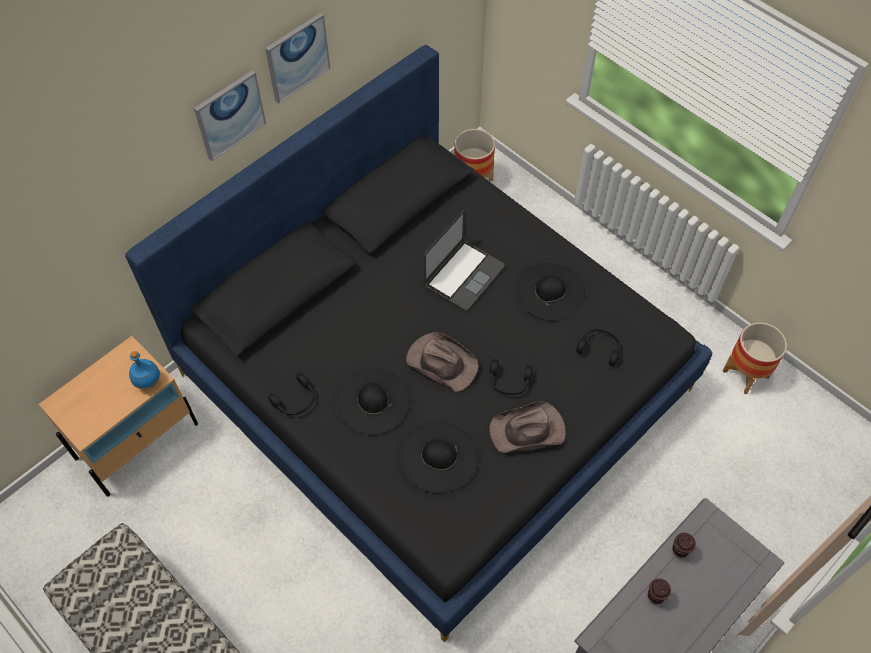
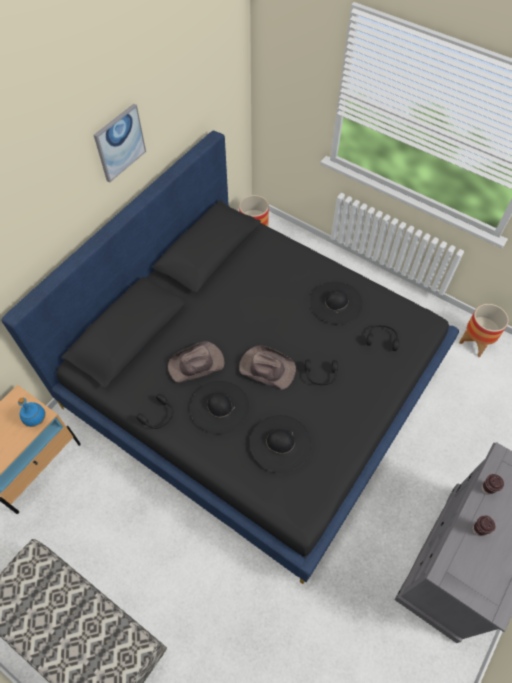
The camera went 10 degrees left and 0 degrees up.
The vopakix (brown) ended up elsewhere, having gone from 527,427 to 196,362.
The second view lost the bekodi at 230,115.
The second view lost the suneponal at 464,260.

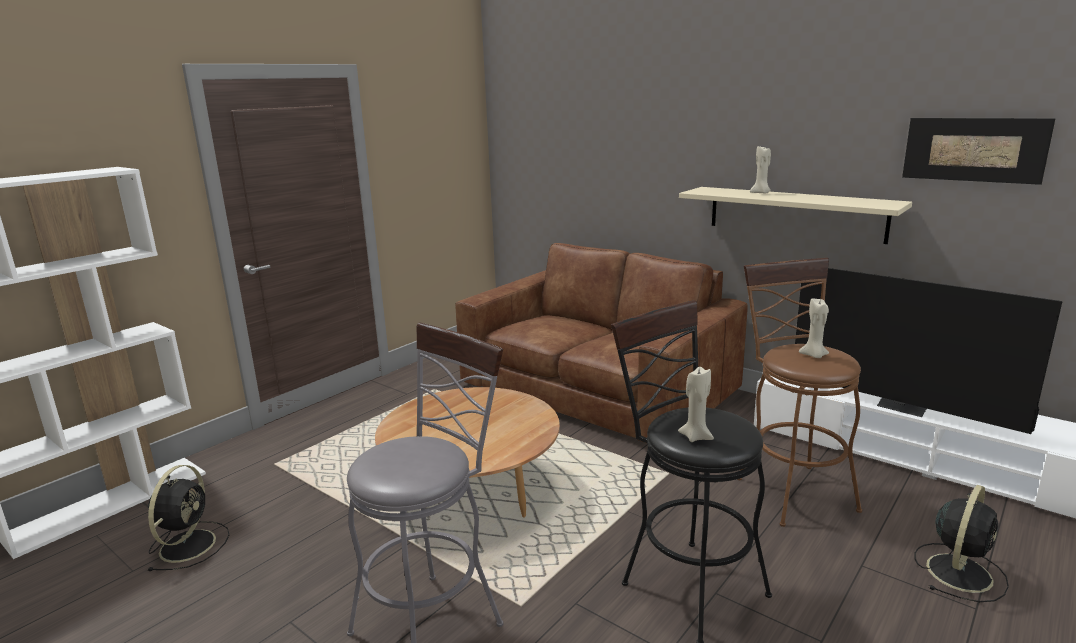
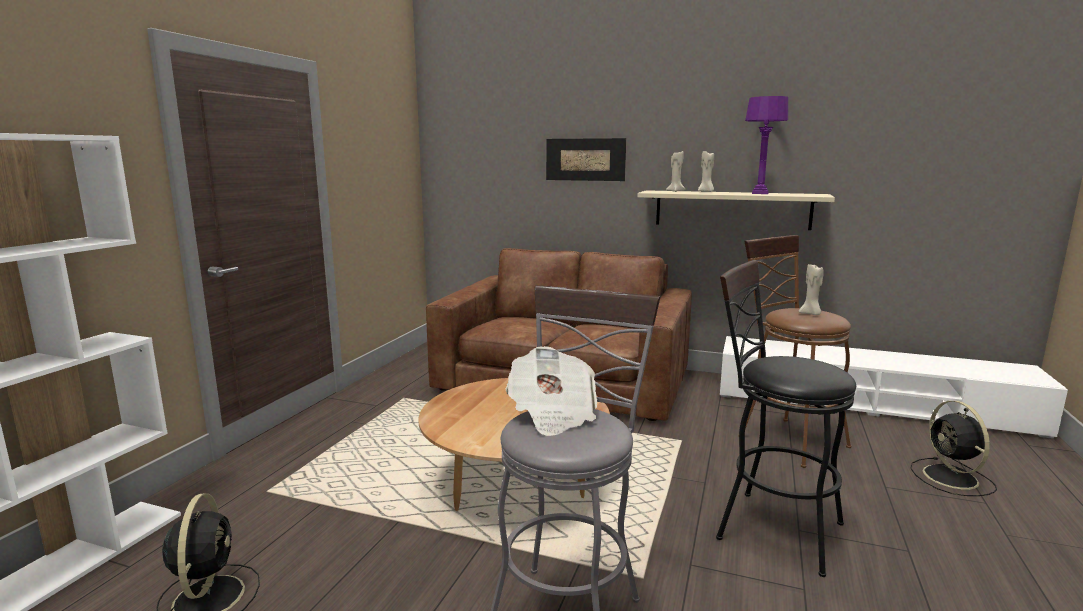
The camera went 20 degrees left and 5 degrees down.
The second view gained the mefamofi at 551,391.
The bekodi ended up elsewhere, having gone from 978,151 to 586,159.
The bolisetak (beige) ended up elsewhere, having gone from 696,404 to 676,171.
The second view gained the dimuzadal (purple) at 766,145.
The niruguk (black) at 961,543 ended up facing another way, 150 degrees clockwise from before.
The second view lost the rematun at 929,351.

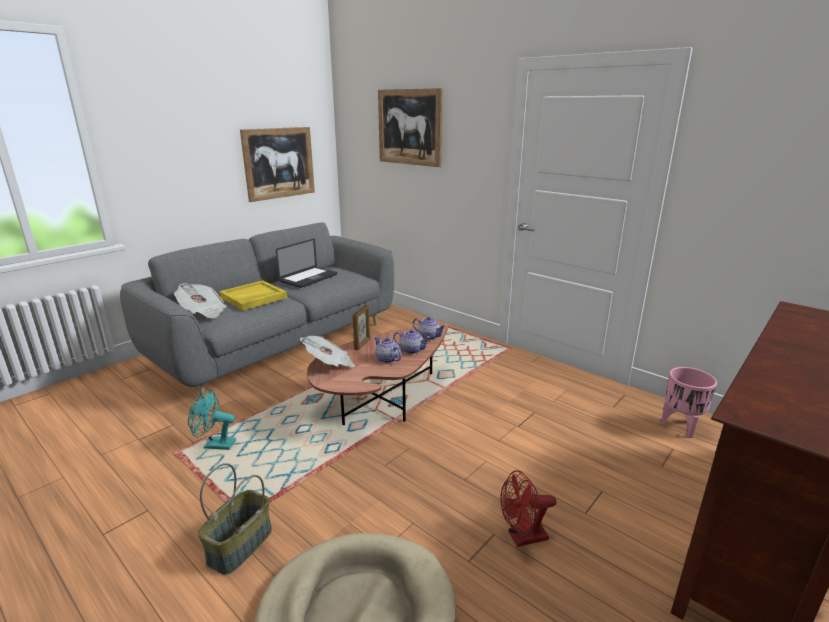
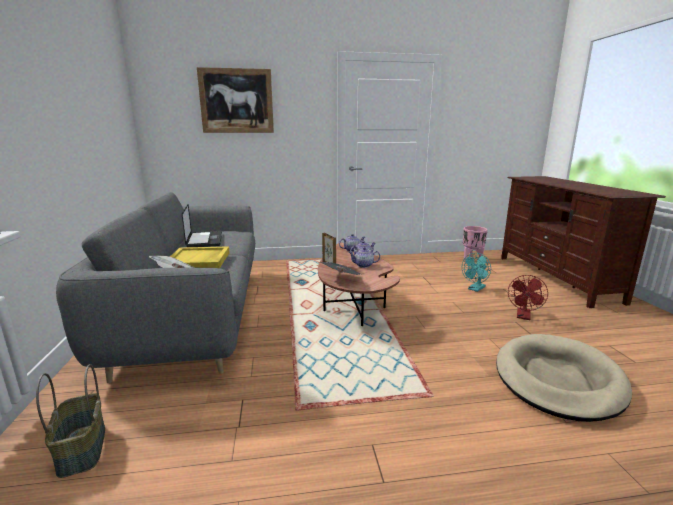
The camera went 50 degrees left and 5 degrees down.
The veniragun ended up elsewhere, having gone from 235,519 to 70,421.
The niruguk (turquoise) ended up elsewhere, having gone from 212,420 to 476,272.
The second view lost the bekodi at 277,164.

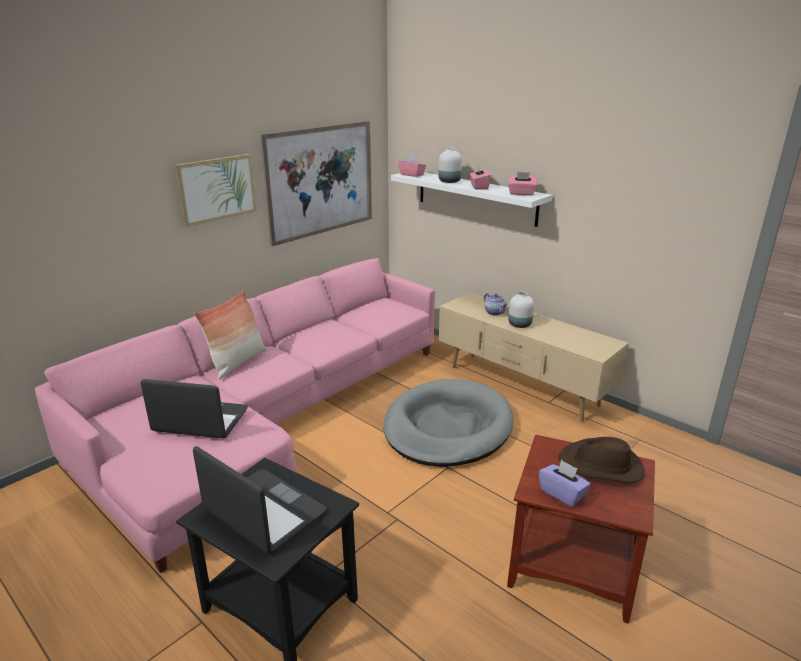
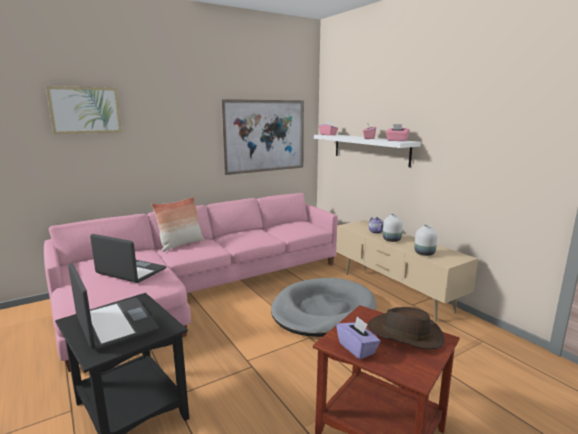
The camera went 15 degrees right and 10 degrees down.
The bekodi ended up elsewhere, having gone from 215,190 to 84,110.
The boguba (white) ended up elsewhere, having gone from 450,165 to 425,240.

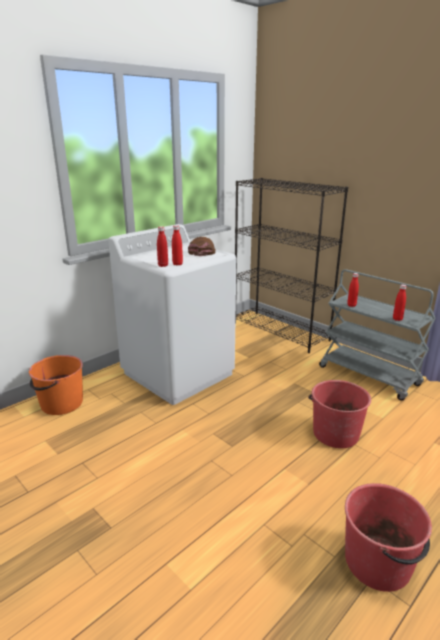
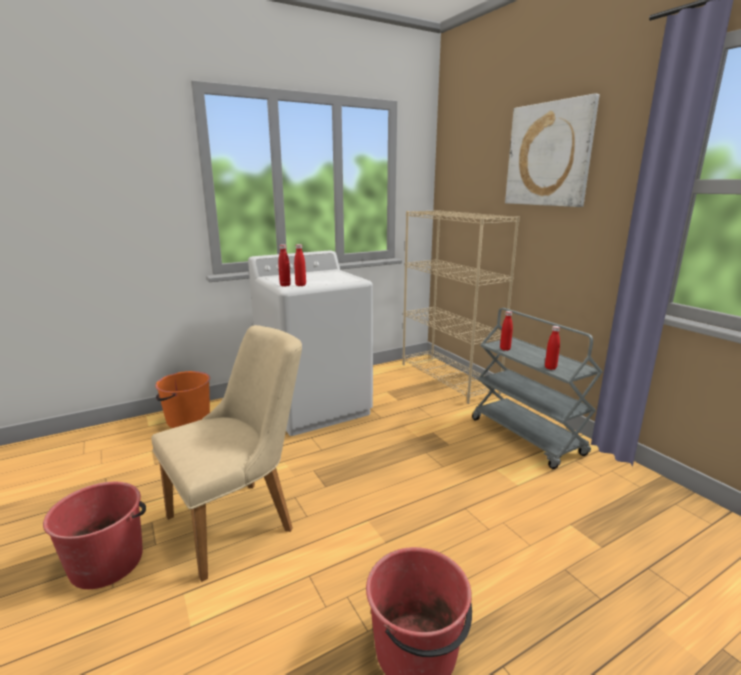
The camera went 15 degrees right and 5 degrees down.
The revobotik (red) ended up elsewhere, having gone from 339,414 to 94,535.
The second view gained the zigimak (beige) at 226,453.
What was the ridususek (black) at 291,265 turned into the ridususek (beige) at 461,307.
The second view gained the bekodi at 552,150.
The second view lost the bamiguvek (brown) at 201,246.

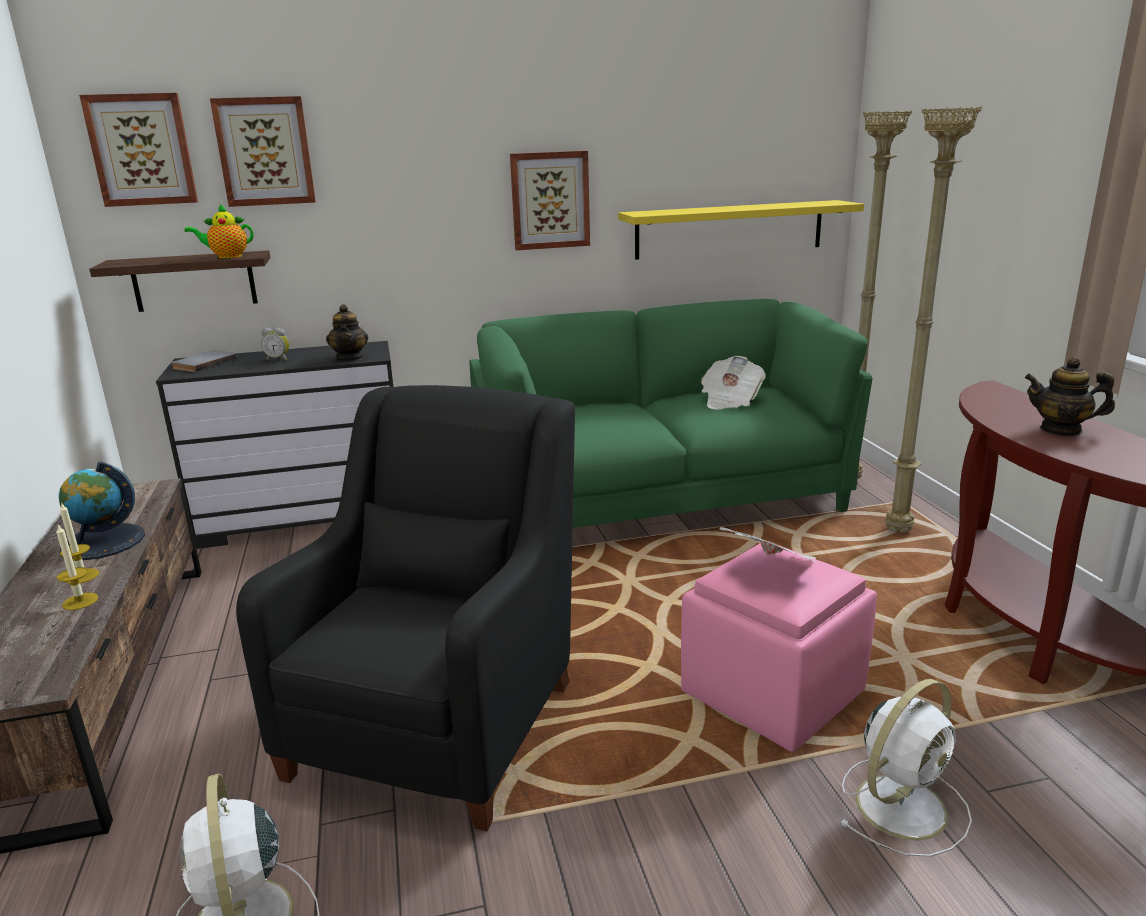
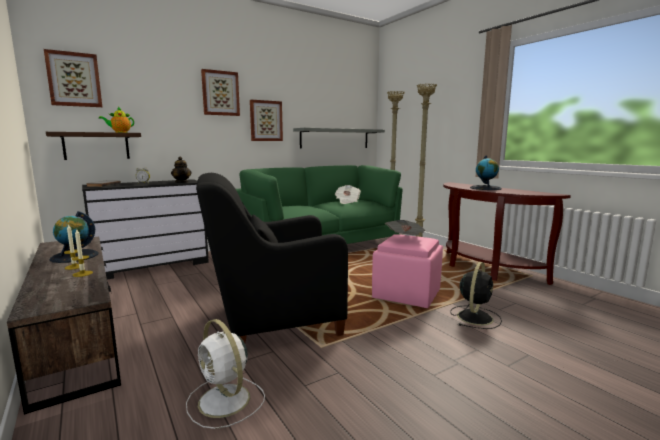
The camera went 20 degrees left and 10 degrees down.
The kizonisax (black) at 405,608 ended up facing another way, 105 degrees counterclockwise from before.
The bekodi ended up elsewhere, having gone from 263,151 to 220,92.
What was the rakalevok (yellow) at 741,230 turned into the rakalevok (grey) at 339,138.
What was the niruguk (white) at 905,768 turned into the niruguk (black) at 476,295.
Where the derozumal stood at 1069,396, the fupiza came to stand at 486,172.

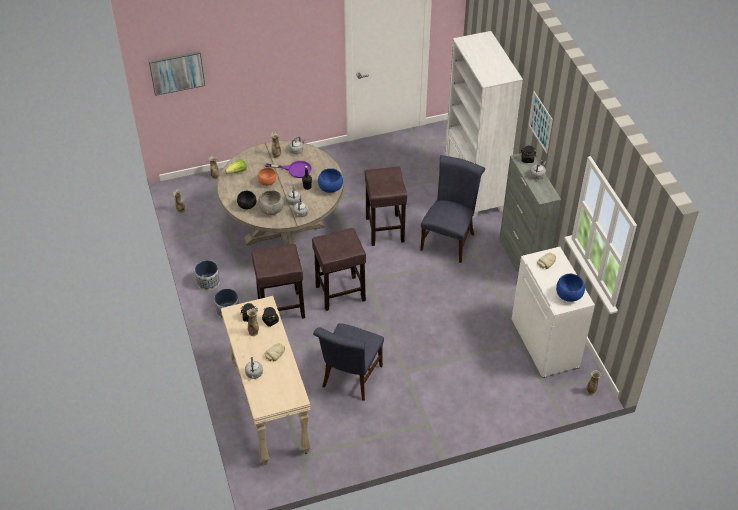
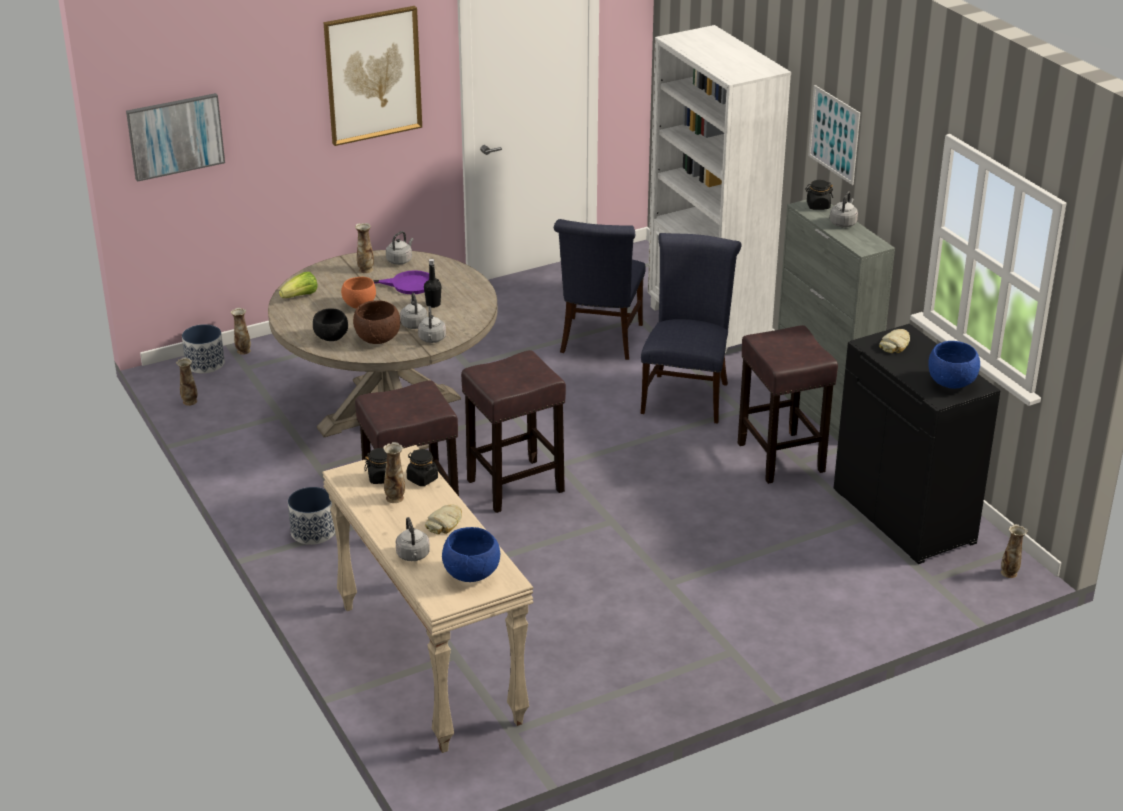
The camera went 10 degrees left and 15 degrees down.
The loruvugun ended up elsewhere, having gone from 207,275 to 203,348.
The second view gained the bekodi at 372,76.
What was the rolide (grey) at 271,202 turned into the rolide (brown) at 377,322.
The rolide (blue) ended up elsewhere, having gone from 330,180 to 471,554.
The zigimak (blue) ended up elsewhere, having gone from 348,362 to 600,289.
The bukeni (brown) ended up elsewhere, having gone from 386,206 to 788,404.
What was the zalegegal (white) at 553,312 turned into the zalegegal (black) at 917,444.

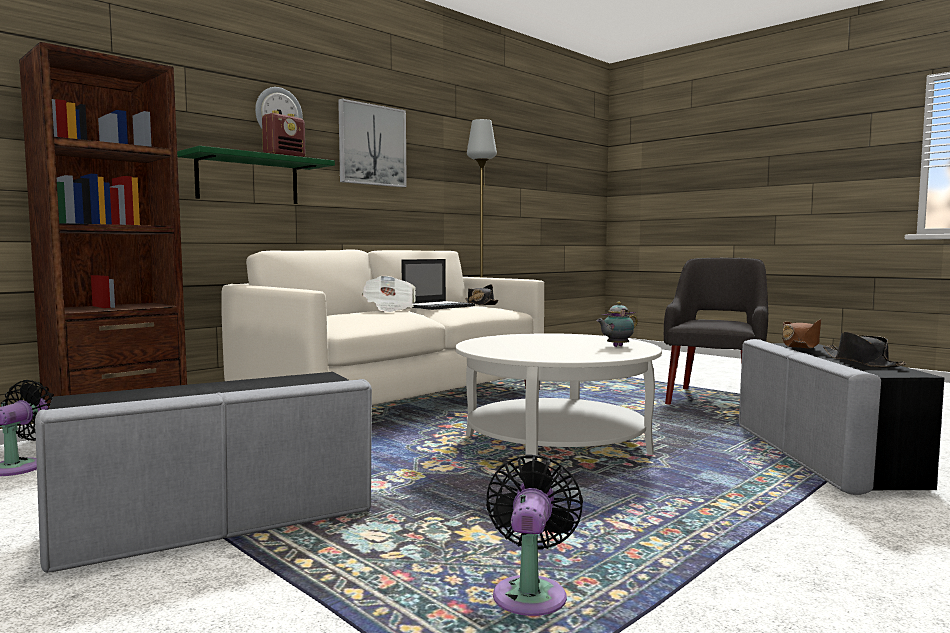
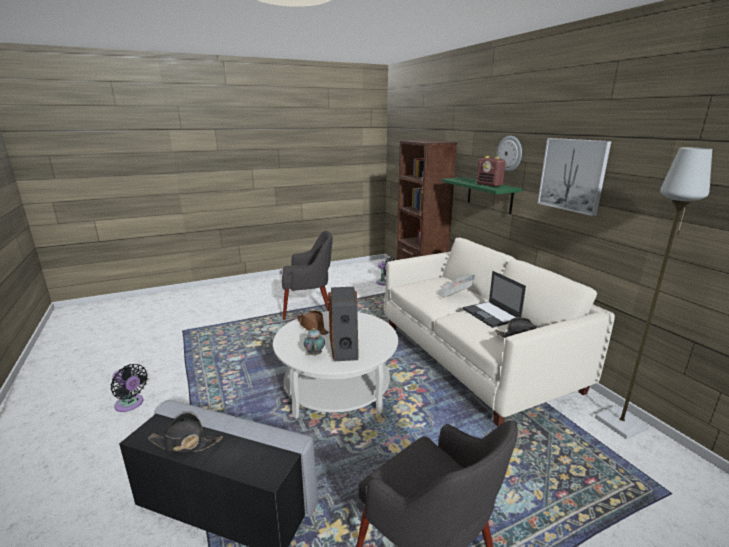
The camera went 110 degrees right and 15 degrees up.
The niruguk (black) ended up elsewhere, having gone from 534,535 to 129,388.
Where the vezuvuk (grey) stood at 203,472, the kizonisax (grey) came to stand at 307,275.
The vopakix (brown) ended up elsewhere, having gone from 801,334 to 312,322.
The second view gained the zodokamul at 343,324.

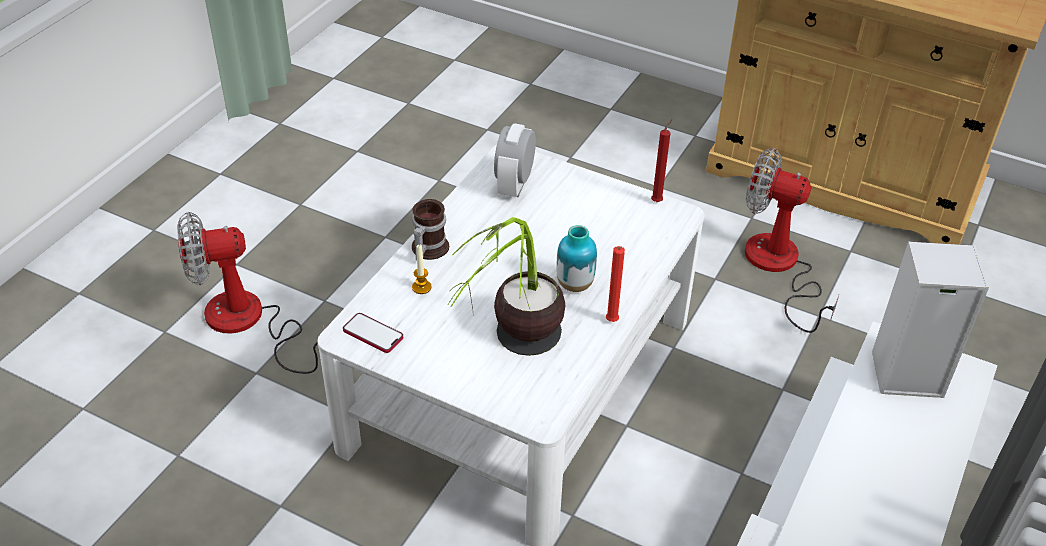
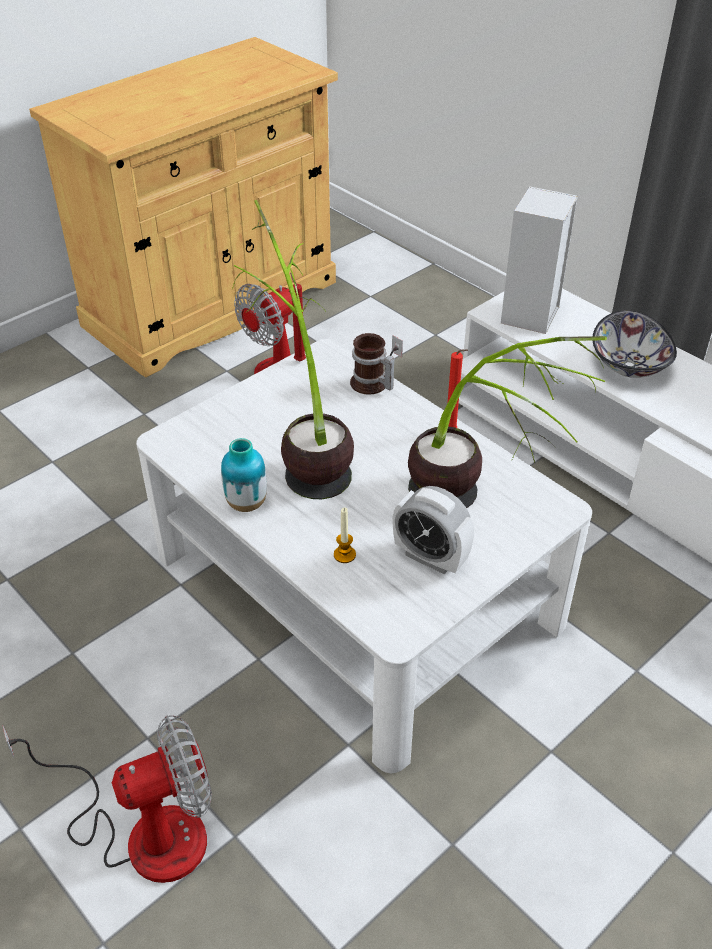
The camera went 70 degrees left and 0 degrees up.
The niruguk at 251,293 ended up facing another way, 120 degrees counterclockwise from before.
The boguba ended up elsewhere, having gone from 576,258 to 244,475.
The second view gained the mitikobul at 293,349.
The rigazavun ended up elsewhere, having gone from 430,229 to 372,364.
The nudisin ended up elsewhere, having gone from 515,160 to 433,530.
The second view gained the rolide at 635,344.
The second view lost the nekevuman at 373,333.

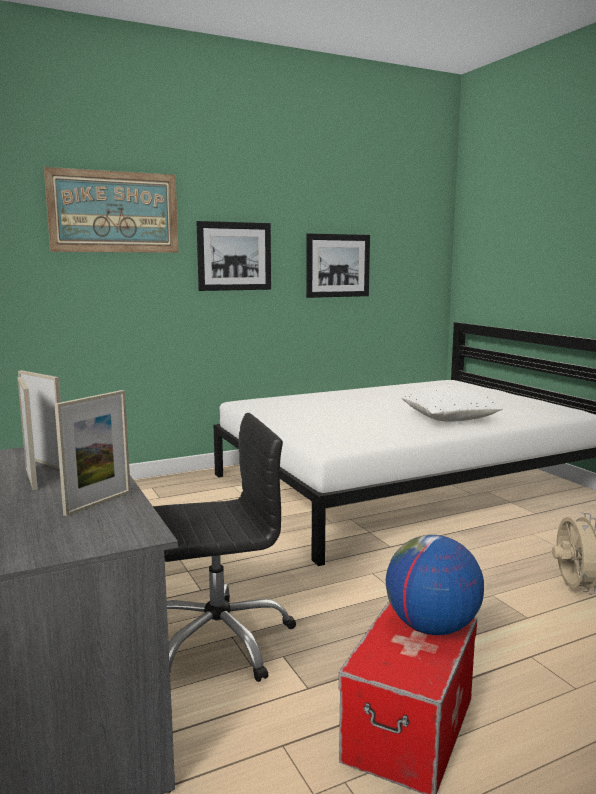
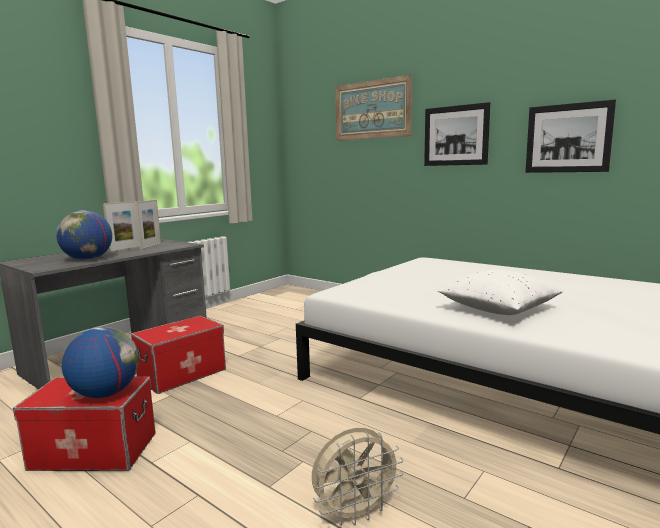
The camera went 65 degrees right and 0 degrees up.
Where the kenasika stood at 92,453, the fupiza came to stand at 84,235.
Where the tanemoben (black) stood at 224,547, the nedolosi came to stand at 178,355.

